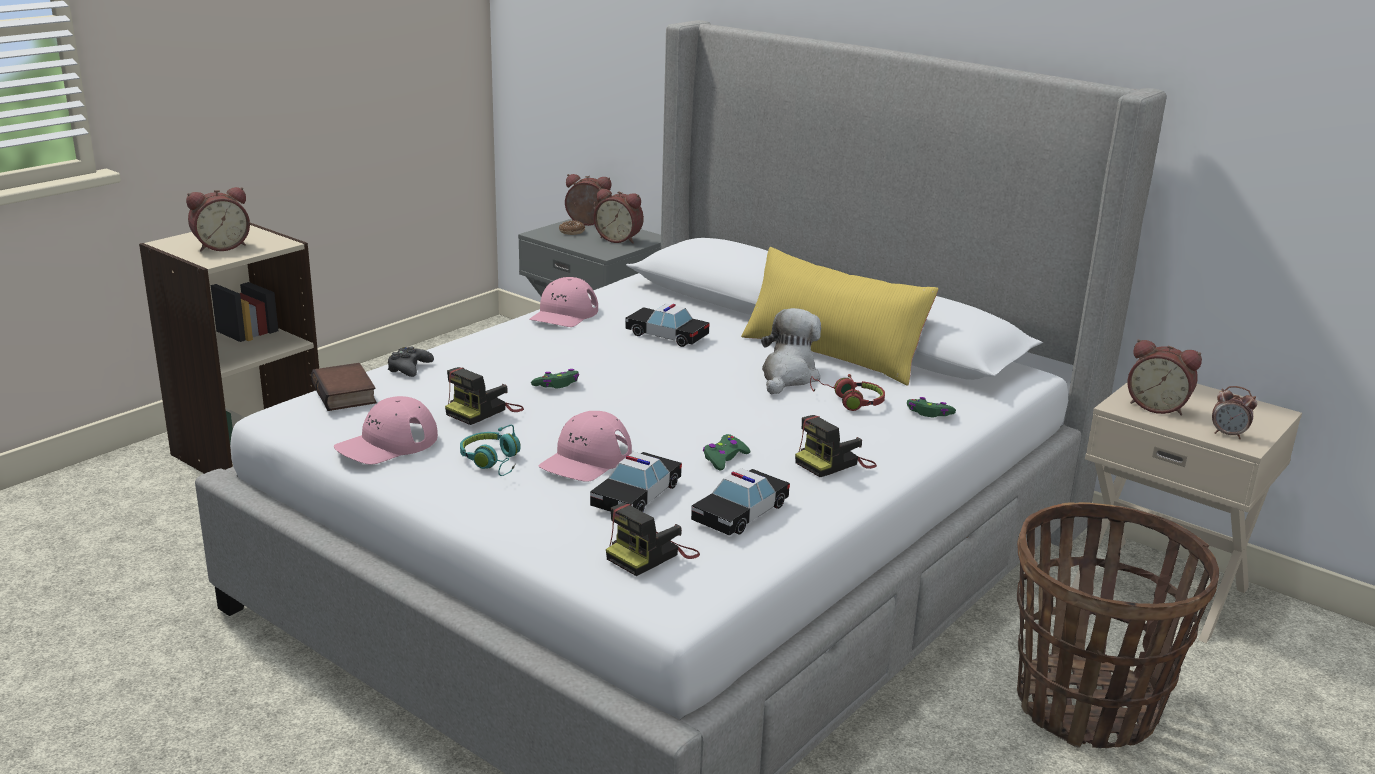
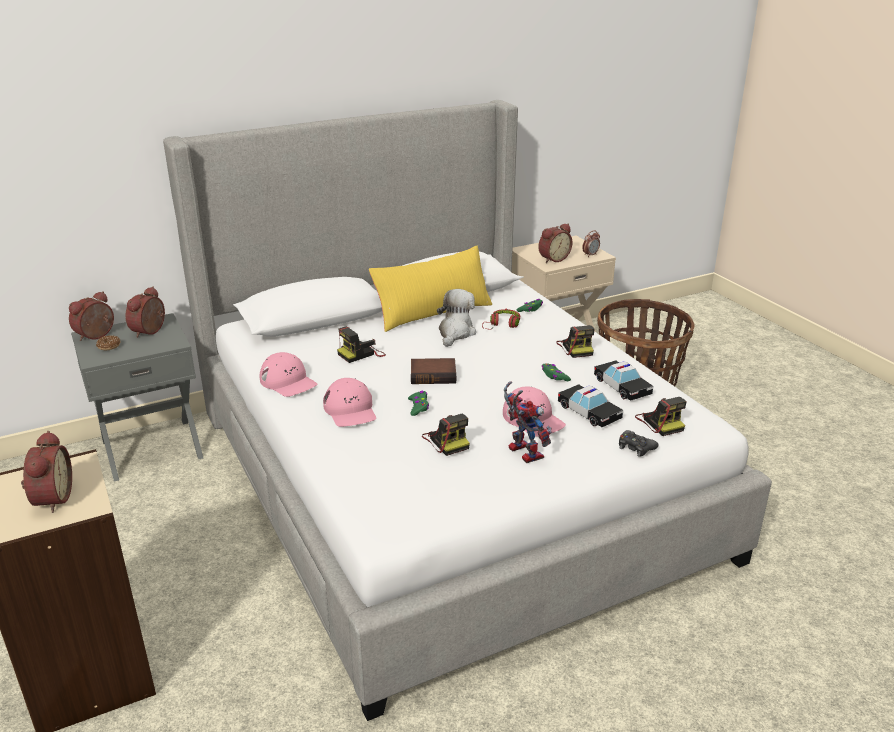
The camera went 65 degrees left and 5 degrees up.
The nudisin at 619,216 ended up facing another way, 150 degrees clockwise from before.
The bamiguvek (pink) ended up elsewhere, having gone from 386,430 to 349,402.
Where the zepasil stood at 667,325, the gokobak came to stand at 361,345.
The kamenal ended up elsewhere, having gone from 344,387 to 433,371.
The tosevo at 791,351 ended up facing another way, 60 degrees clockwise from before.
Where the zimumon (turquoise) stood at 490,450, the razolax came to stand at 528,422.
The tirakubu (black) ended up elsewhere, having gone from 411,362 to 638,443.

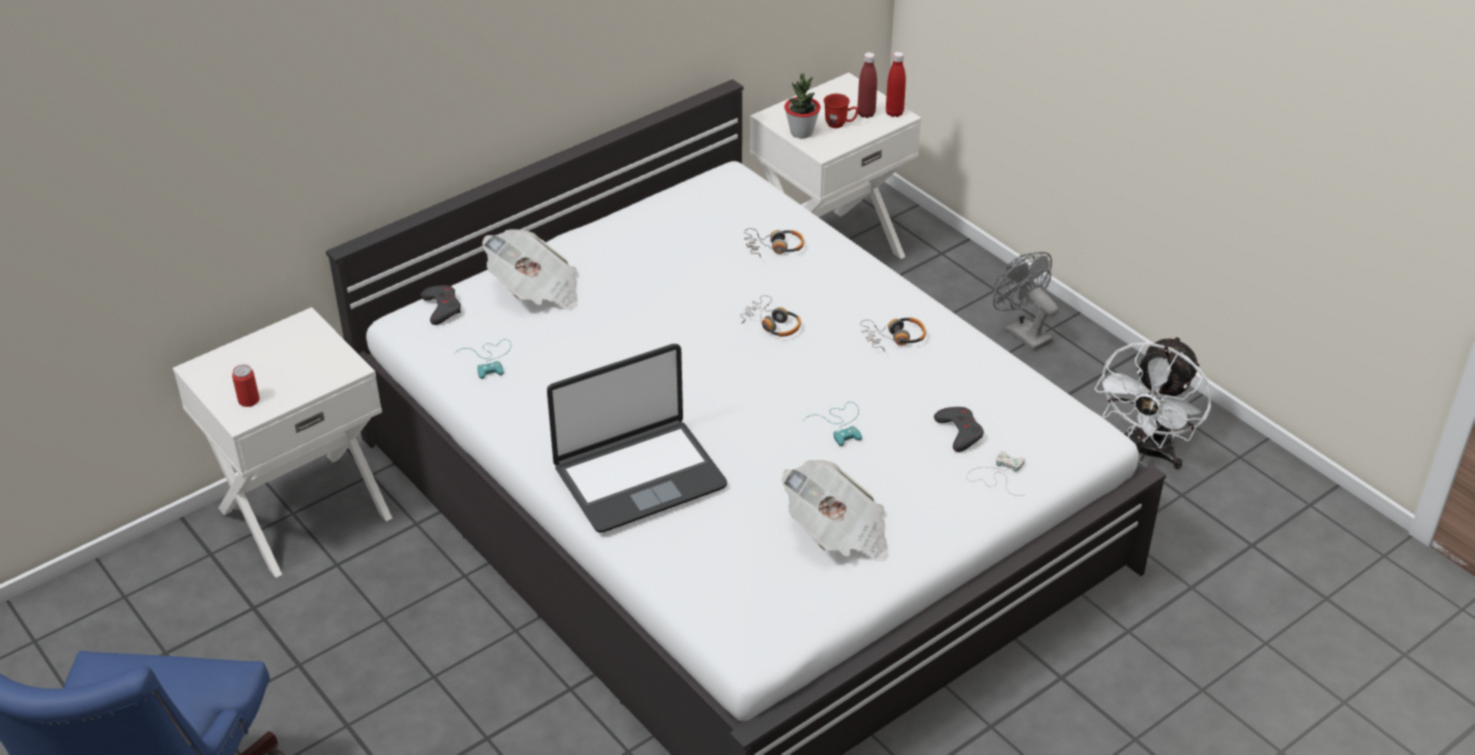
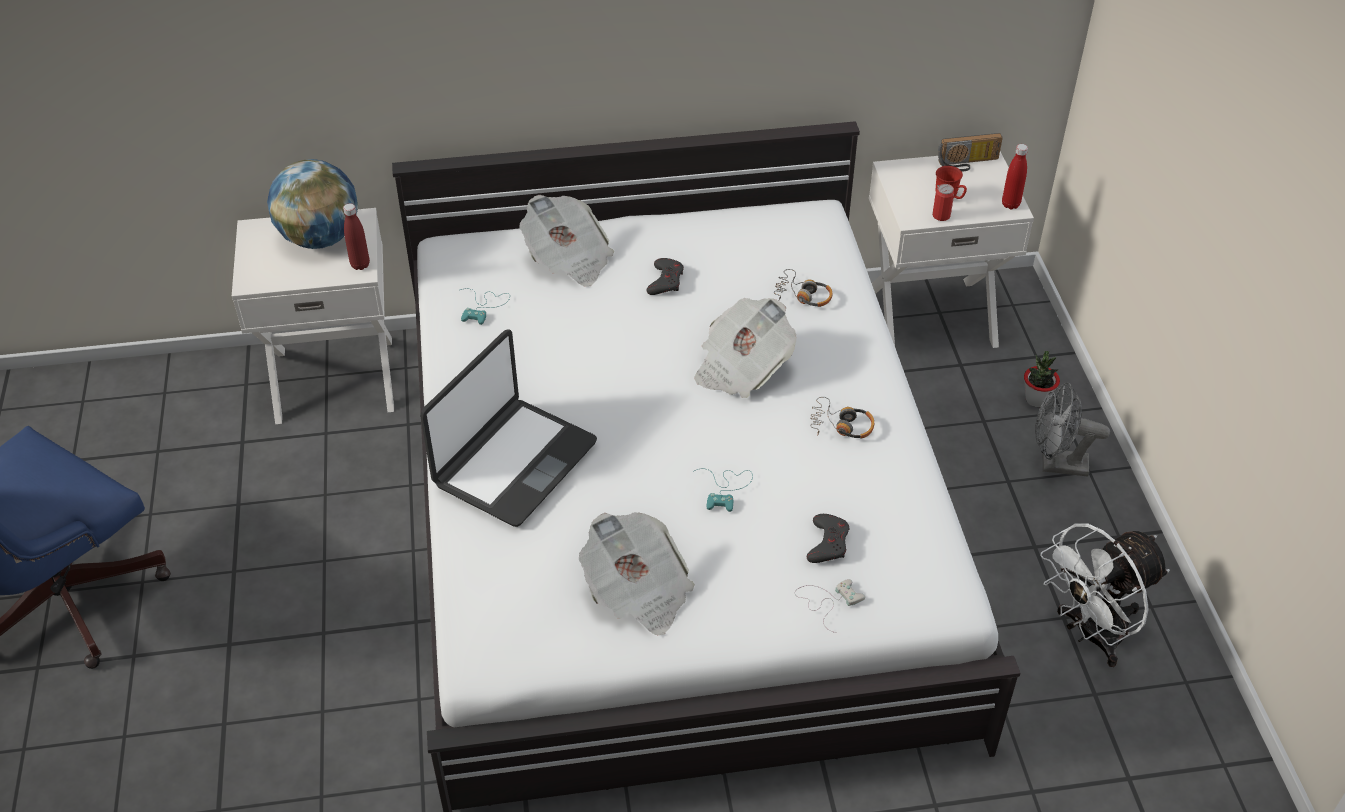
The camera went 30 degrees right and 5 degrees up.
The second view gained the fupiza at 312,204.
The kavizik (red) ended up elsewhere, having gone from 867,85 to 356,236.
The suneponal at 637,438 ended up facing another way, 60 degrees counterclockwise from before.
The tirakubu (grey) ended up elsewhere, having gone from 441,305 to 665,276.
Where the zimumon stood at 770,316, the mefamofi came to stand at 745,348.
The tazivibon ended up elsewhere, having gone from 246,385 to 943,202.
The second view gained the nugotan at 970,152.
The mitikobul ended up elsewhere, having gone from 802,105 to 1042,379.
The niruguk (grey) at 1025,301 ended up facing another way, 75 degrees counterclockwise from before.

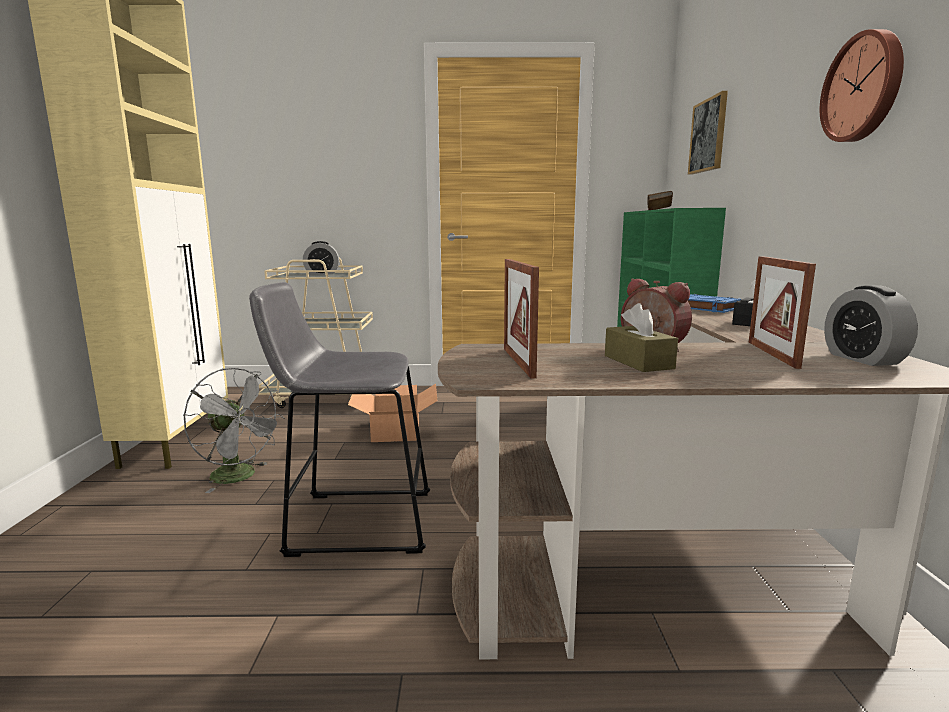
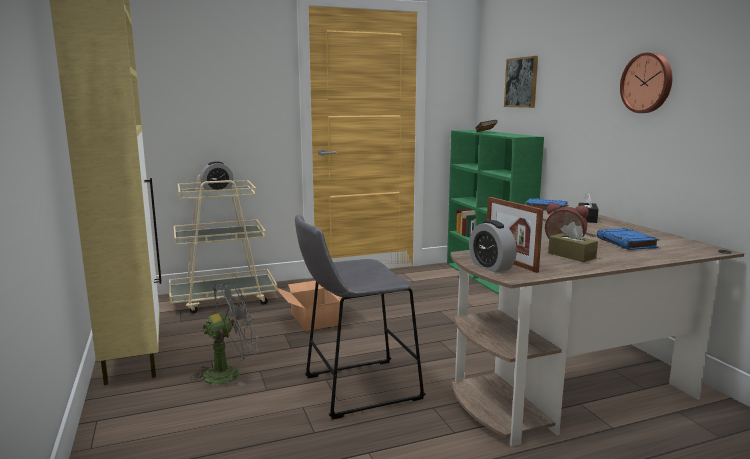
The camera went 20 degrees left and 0 degrees up.
The niruguk (grey) at 234,430 ended up facing another way, 45 degrees counterclockwise from before.
The nudisin ended up elsewhere, having gone from 871,325 to 493,246.
Where the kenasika stood at 782,312, the kamenal (blue) came to stand at 628,239.

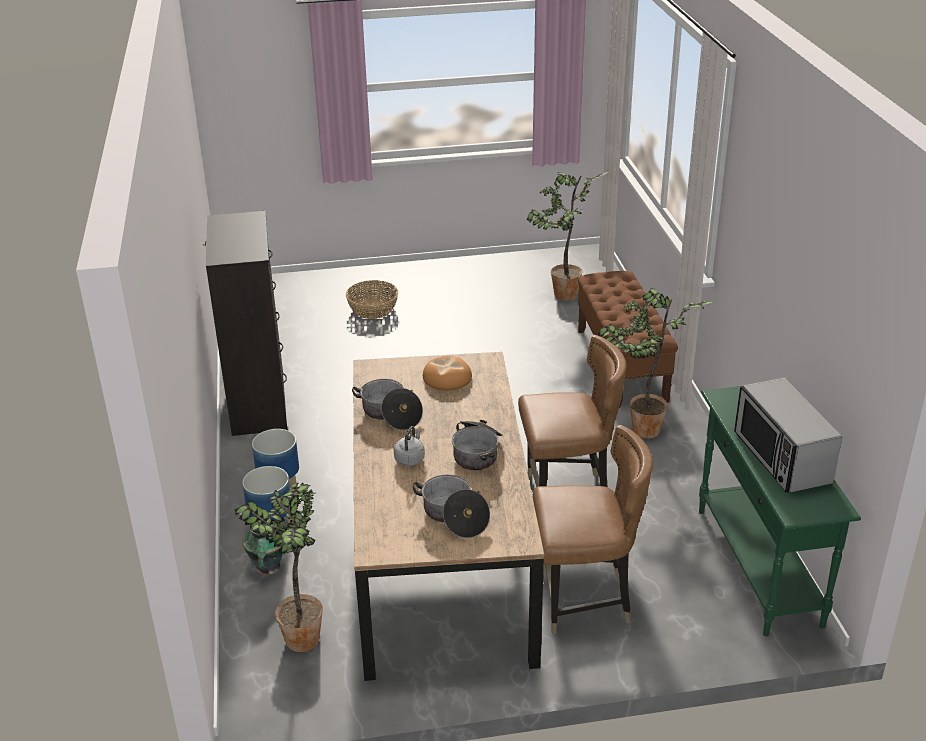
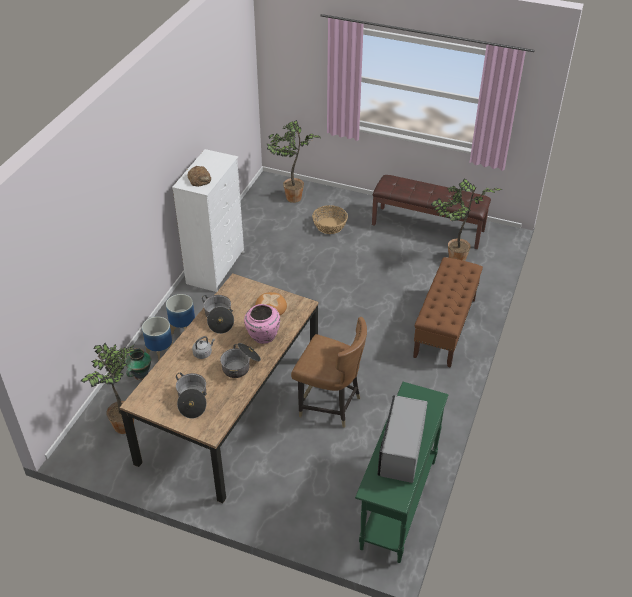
The camera went 30 degrees right and 10 degrees up.
What was the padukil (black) at 245,323 turned into the padukil (white) at 208,220.
The second view gained the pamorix at 199,176.
The second view gained the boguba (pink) at 262,324.
The mitikobul ended up elsewhere, having gone from 657,363 to 294,161.
The second view gained the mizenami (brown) at 431,212.
The second view lost the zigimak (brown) at 593,529.

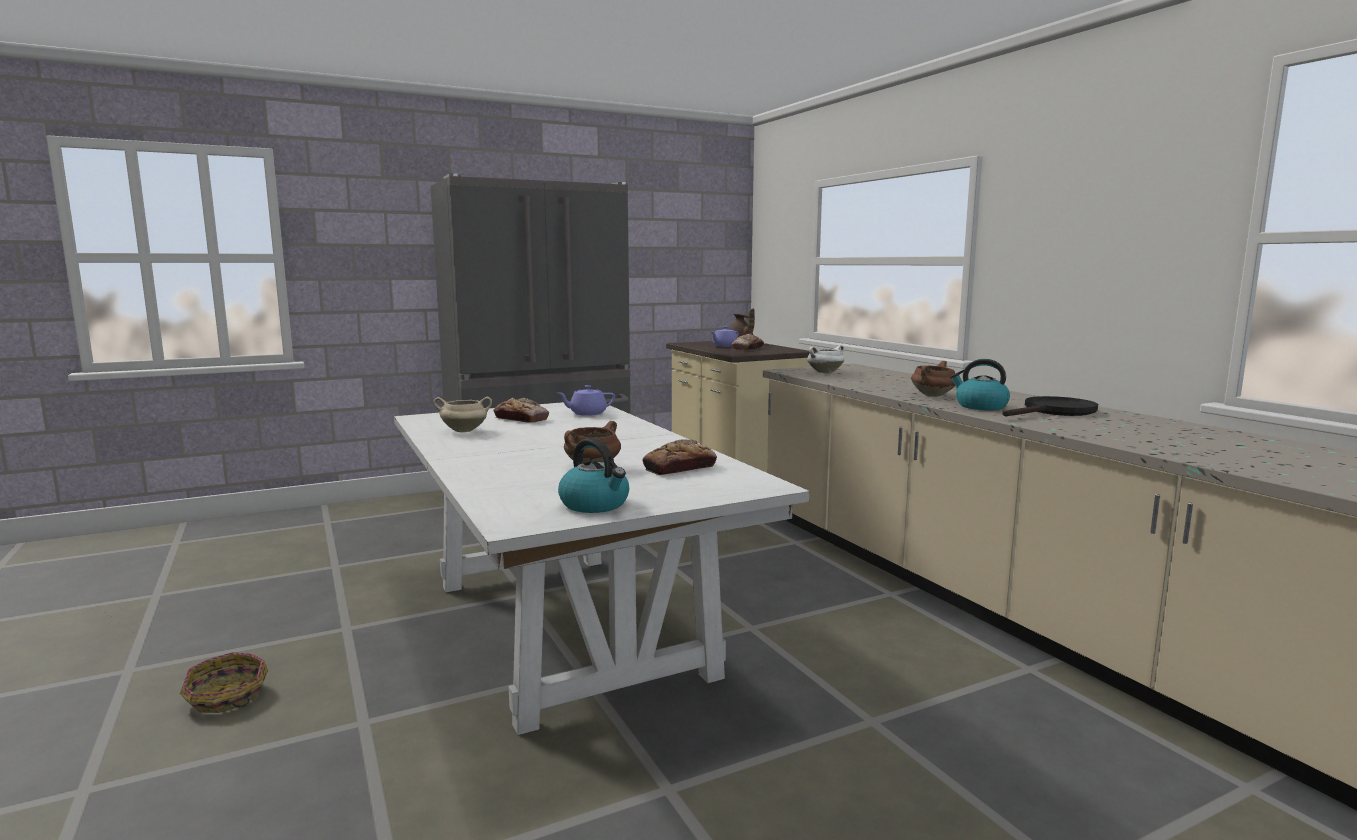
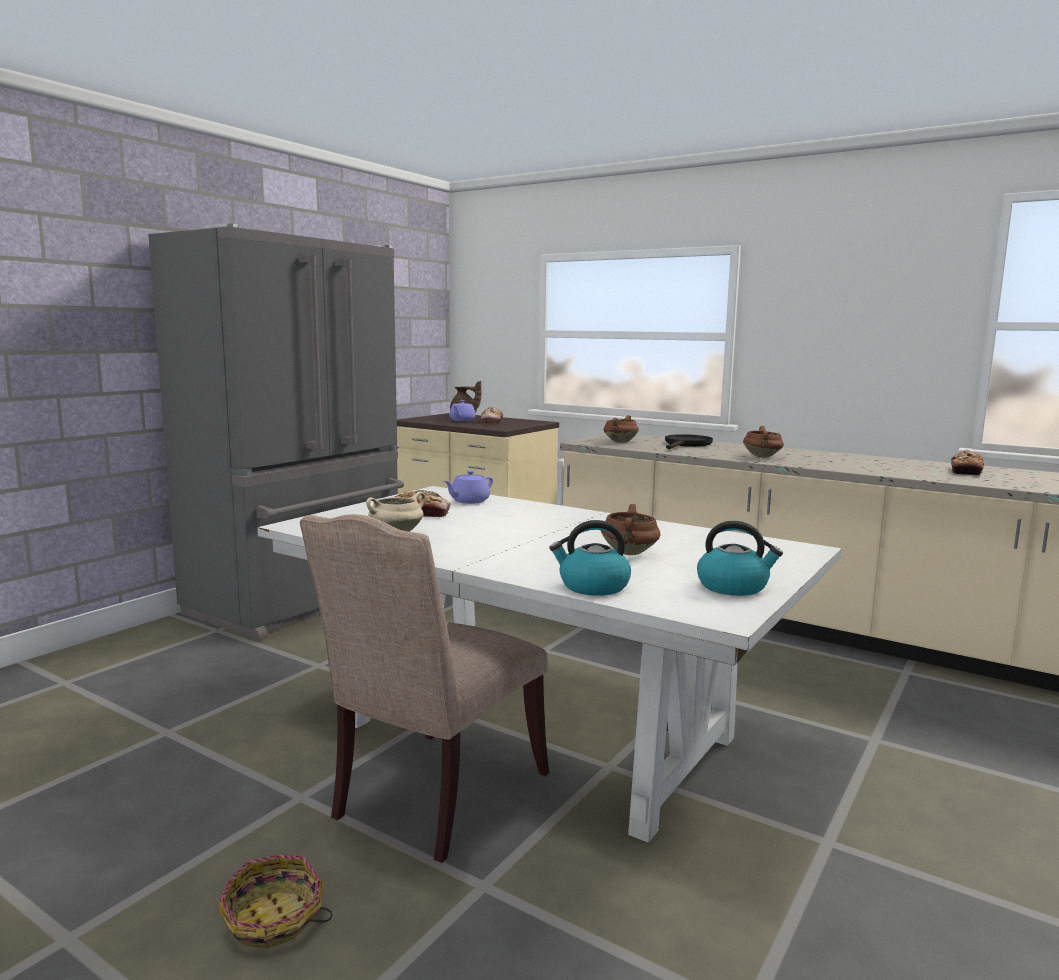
The camera went 30 degrees left and 0 degrees up.
The second view gained the zigimak (beige) at 424,688.
The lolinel ended up elsewhere, having gone from 980,384 to 590,558.
What was the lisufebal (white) at 825,359 turned into the lisufebal (brown) at 621,429.
The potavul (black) ended up elsewhere, having gone from 1050,406 to 689,441.
The pamorix ended up elsewhere, having gone from 680,457 to 967,462.

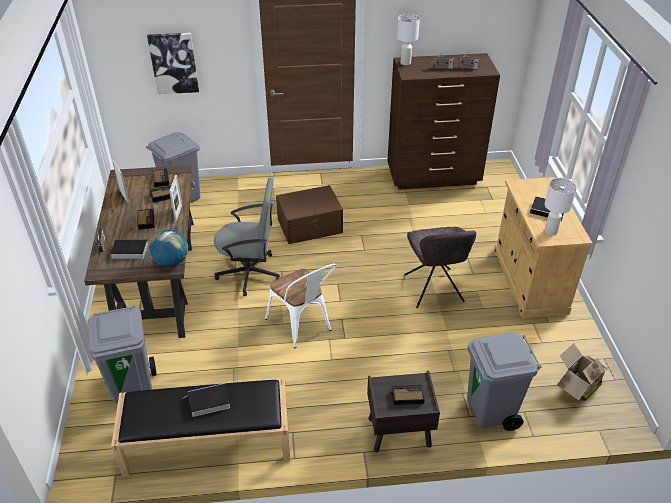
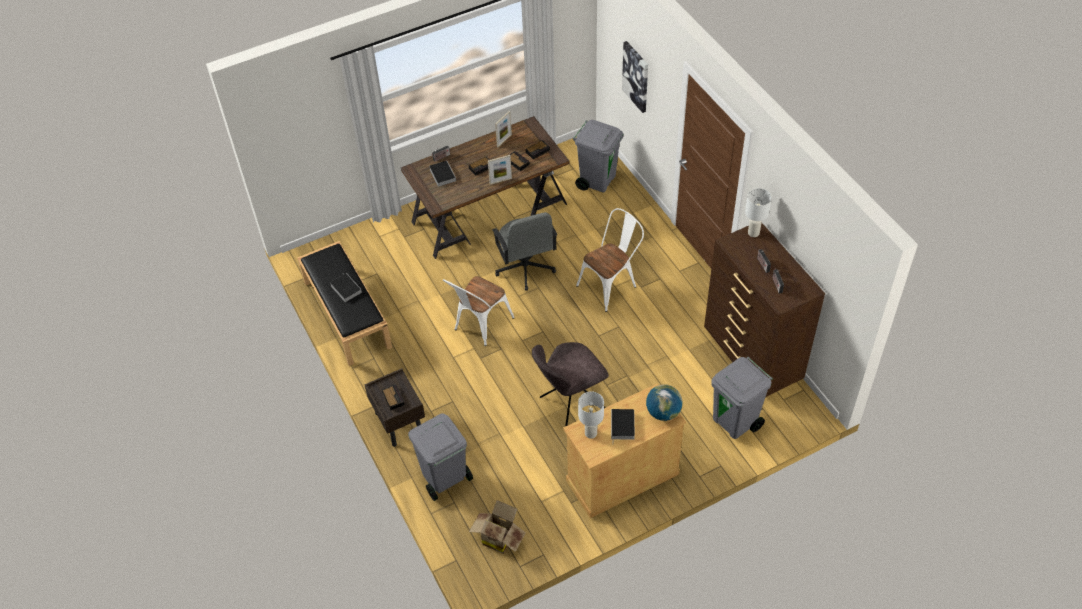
The camera went 70 degrees right and 10 degrees up.
Where the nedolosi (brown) stood at 309,214, the zigimak (white) came to stand at 610,260.
The fupiza ended up elsewhere, having gone from 168,248 to 664,402.
The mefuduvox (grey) ended up elsewhere, having gone from 122,354 to 742,398.

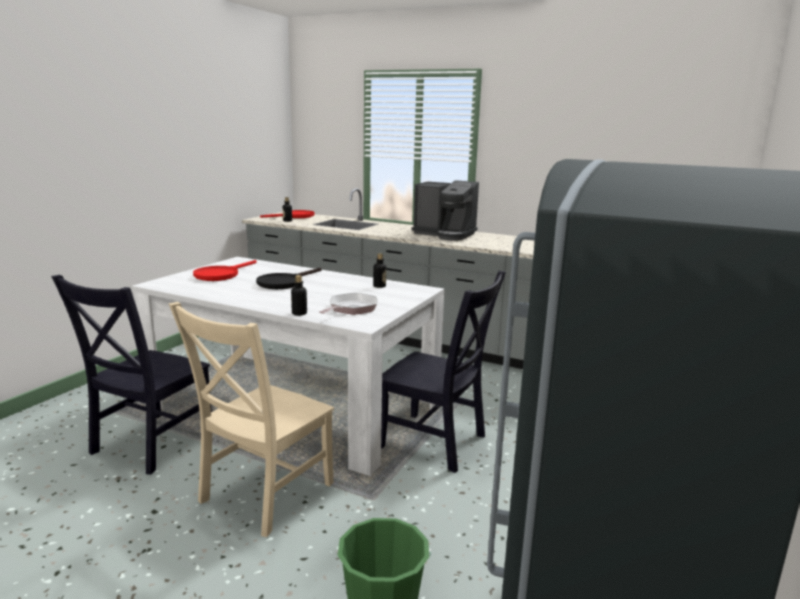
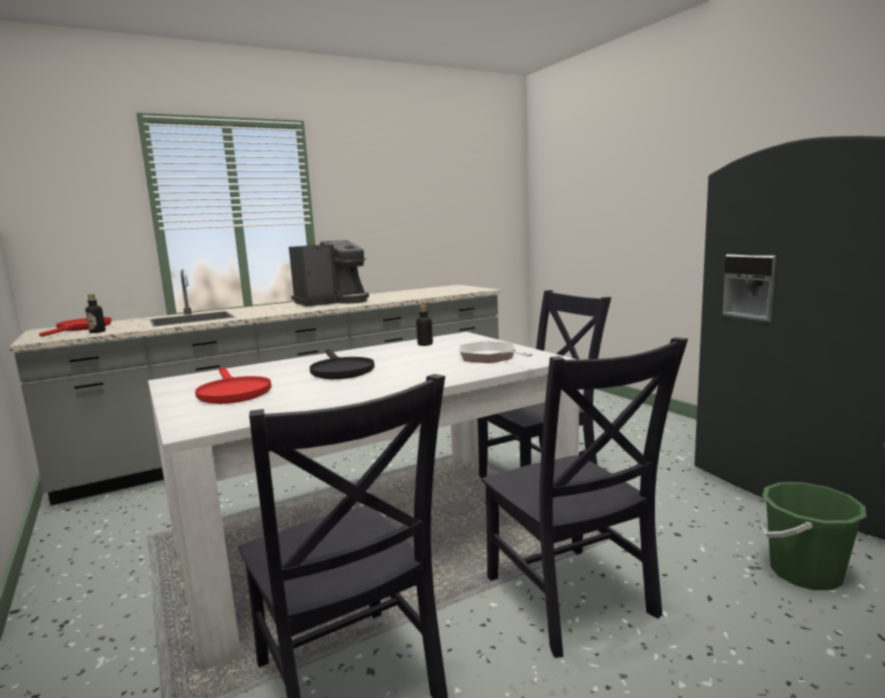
The camera went 55 degrees left and 5 degrees down.
What was the zigimak (beige) at 251,419 turned into the zigimak (black) at 584,497.
The second view lost the kavizik at 299,295.

